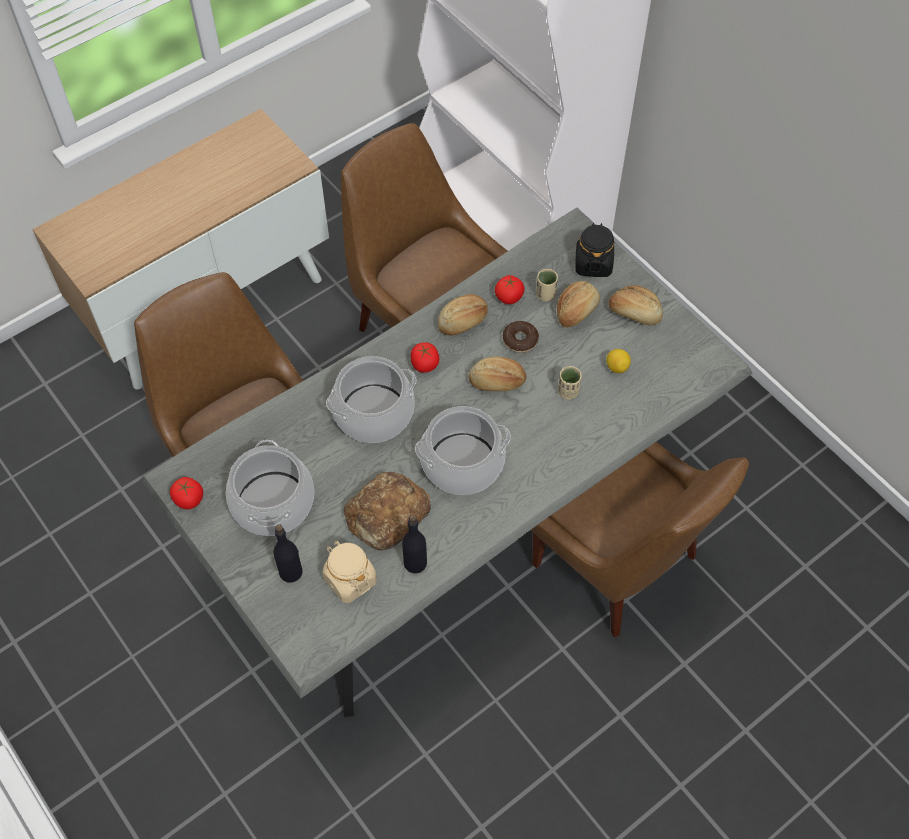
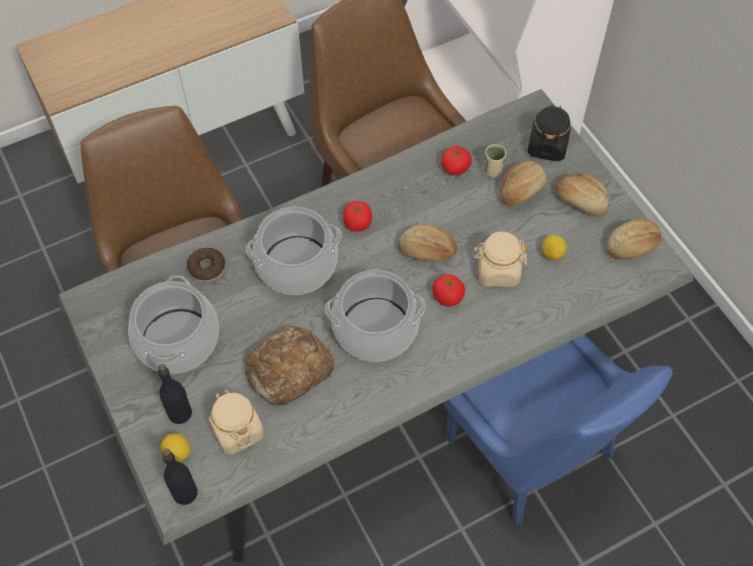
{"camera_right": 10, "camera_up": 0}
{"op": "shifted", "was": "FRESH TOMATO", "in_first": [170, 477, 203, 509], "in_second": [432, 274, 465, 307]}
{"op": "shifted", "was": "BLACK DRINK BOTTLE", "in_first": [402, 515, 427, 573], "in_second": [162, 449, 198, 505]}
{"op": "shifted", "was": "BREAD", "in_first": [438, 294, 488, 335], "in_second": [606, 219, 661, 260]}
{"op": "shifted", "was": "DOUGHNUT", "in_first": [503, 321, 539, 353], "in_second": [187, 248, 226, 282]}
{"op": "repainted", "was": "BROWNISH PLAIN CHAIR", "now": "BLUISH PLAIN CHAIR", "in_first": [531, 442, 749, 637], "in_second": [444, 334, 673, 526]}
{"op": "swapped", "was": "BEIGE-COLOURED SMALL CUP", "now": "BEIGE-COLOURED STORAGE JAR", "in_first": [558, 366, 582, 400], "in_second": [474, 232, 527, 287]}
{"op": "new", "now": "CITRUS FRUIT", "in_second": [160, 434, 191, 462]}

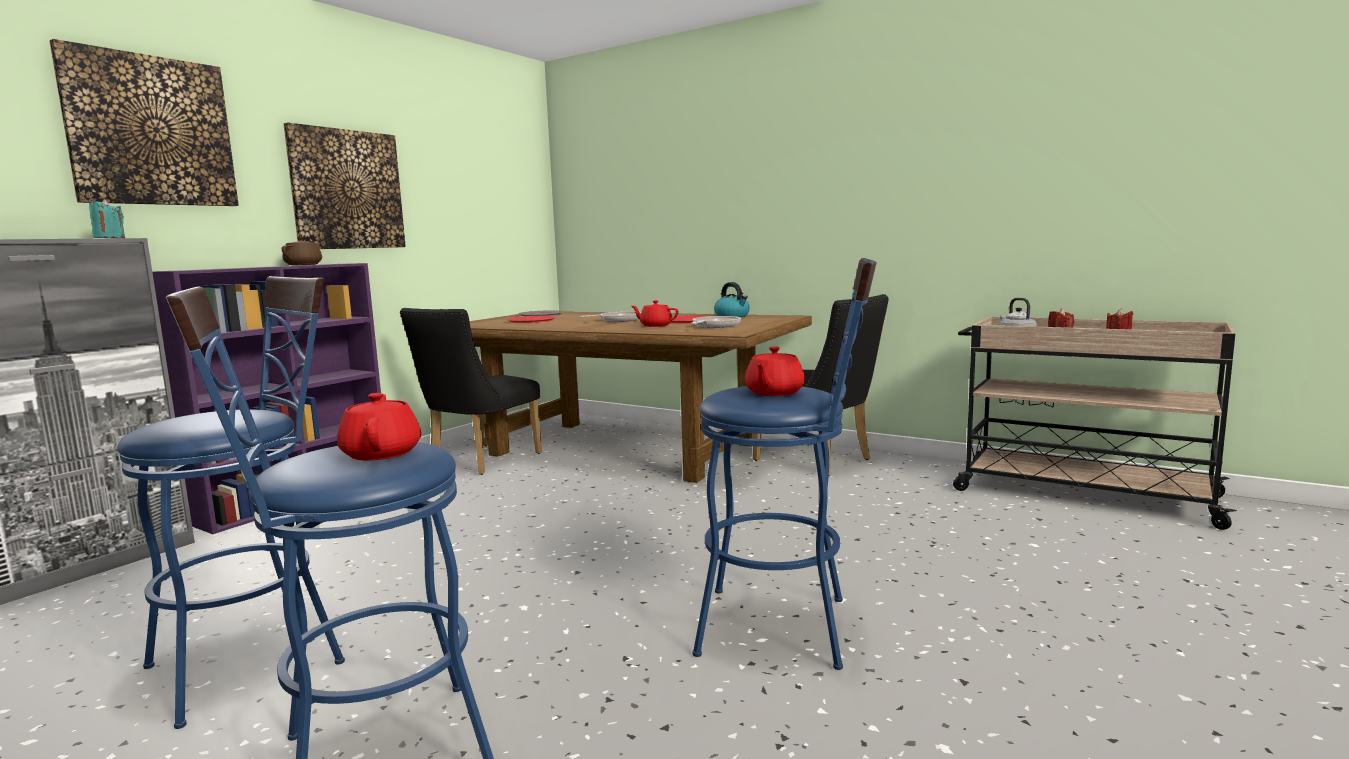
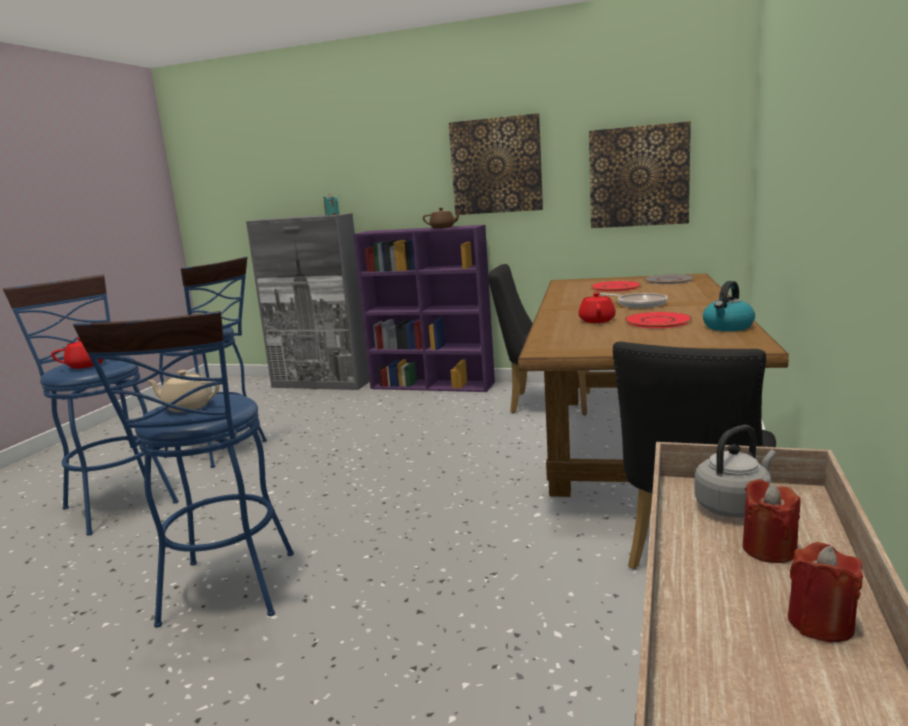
{"camera_right": 75, "camera_up": 5}
{"op": "shifted", "was": "PICTURE", "in_first": [49, 39, 239, 206], "in_second": [589, 121, 691, 228]}
{"op": "gone", "was": "PAN", "in_first": [691, 316, 741, 328]}
{"op": "repainted", "was": "REDDISH TEAPOT", "now": "BEIGE-COLOURED TEAPOT", "in_first": [745, 346, 805, 396], "in_second": [147, 370, 219, 412]}

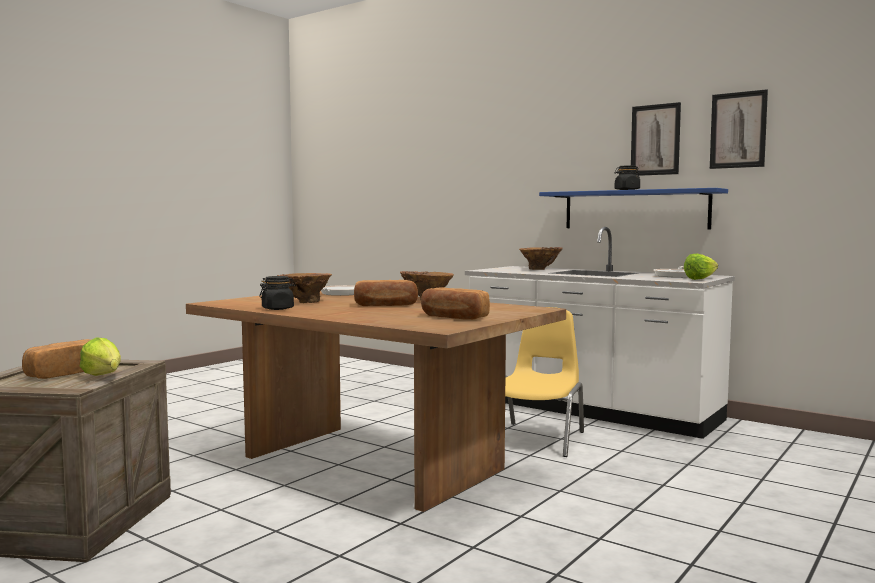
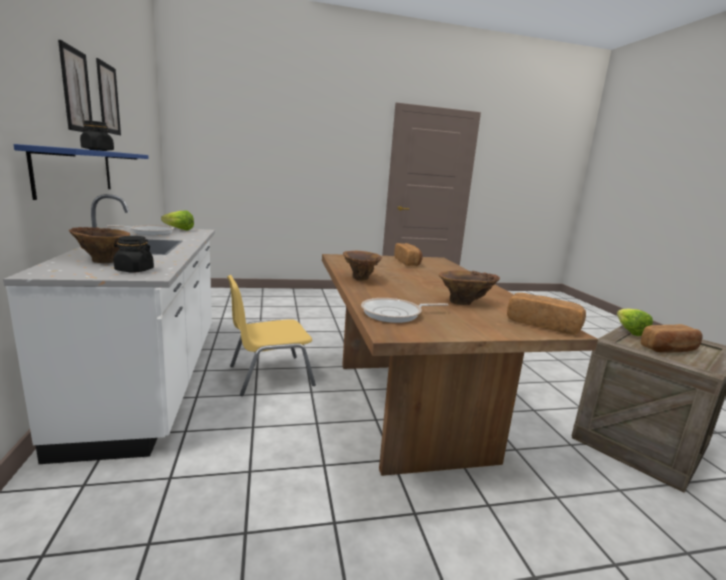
{"camera_right": -140, "camera_up": 10}
{"op": "shifted", "was": "BLACK STORAGE JAR", "in_first": [259, 276, 296, 310], "in_second": [114, 236, 154, 273]}
{"op": "shifted", "was": "BREAD", "in_first": [354, 280, 418, 306], "in_second": [507, 293, 586, 335]}

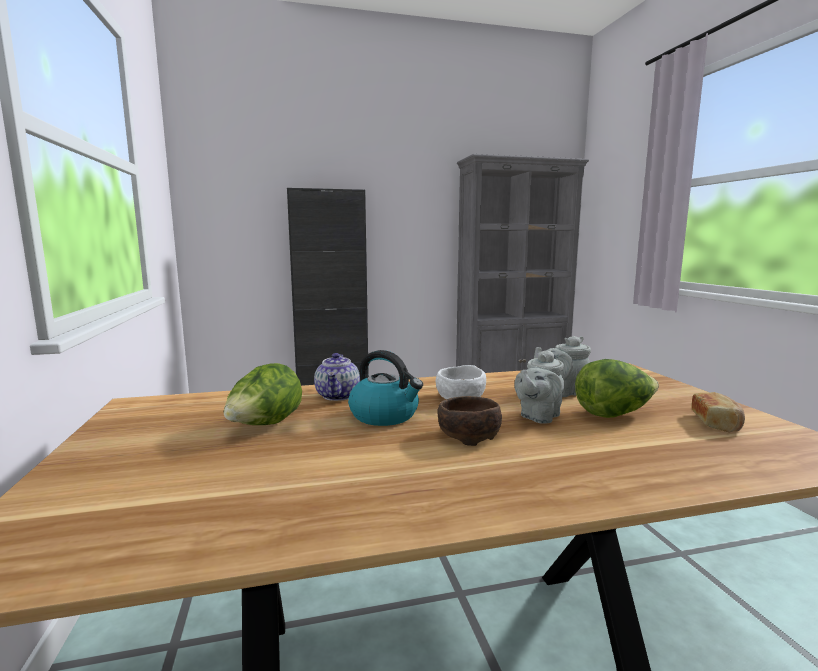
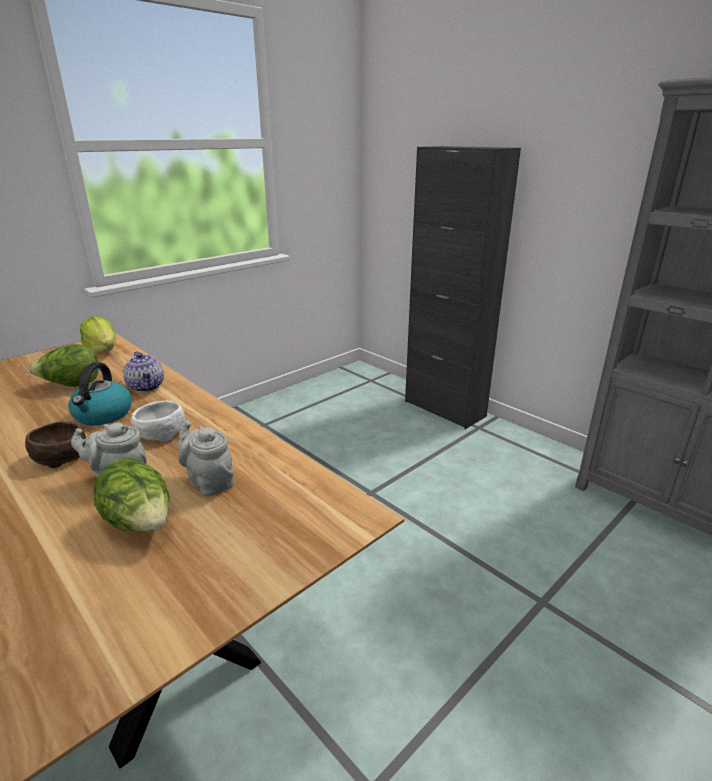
{"camera_right": 60, "camera_up": 15}
{"op": "rotated", "was": "TEAPOT", "in_first": [314, 353, 360, 401], "in_second": [123, 351, 164, 392], "clockwise": -90}
{"op": "gone", "was": "BREAD", "in_first": [691, 392, 745, 433]}
{"op": "new", "now": "LETTUCE HEAD", "in_second": [80, 316, 116, 354]}

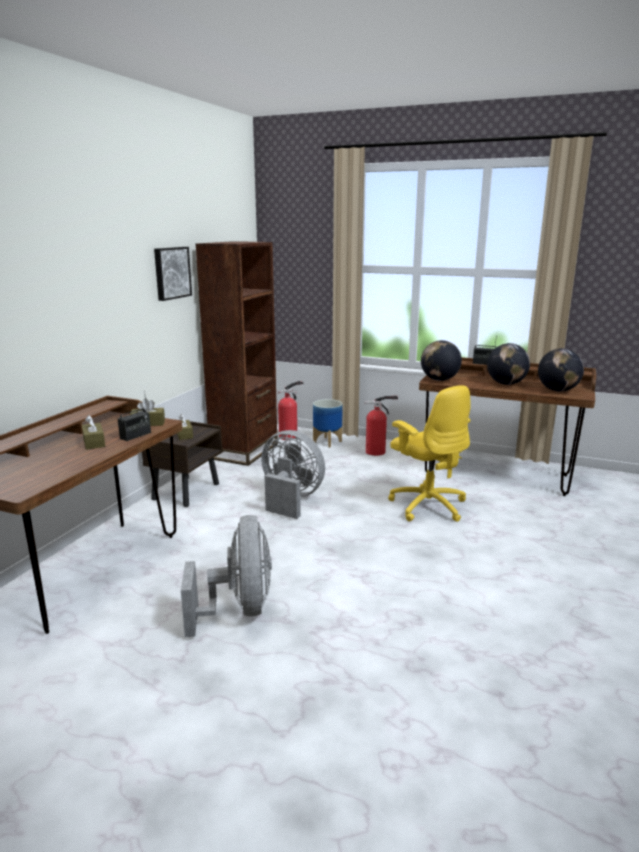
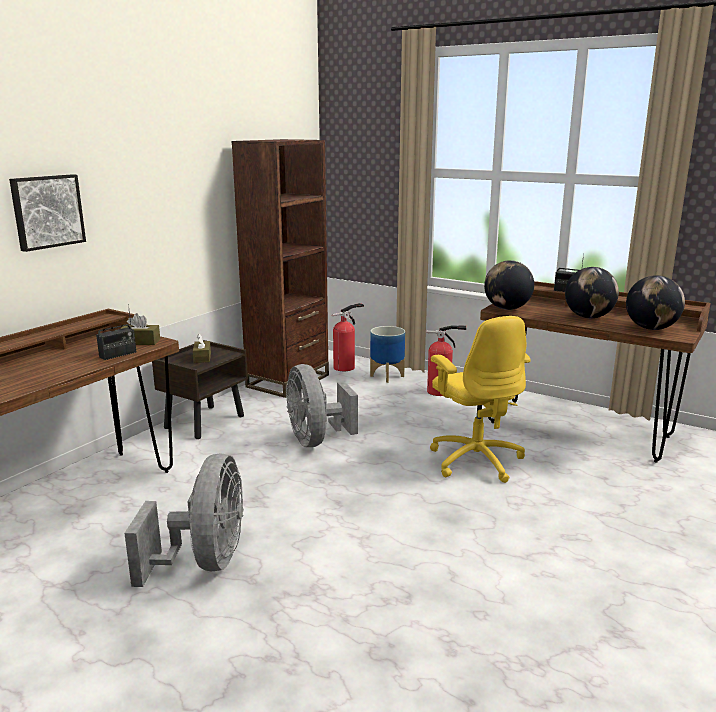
{"camera_right": 10, "camera_up": 0}
{"op": "gone", "was": "BROWNISH BOX OF TISSUES", "in_first": [82, 415, 105, 450]}
{"op": "shifted", "was": "PICTURE", "in_first": [154, 247, 192, 301], "in_second": [9, 174, 86, 252]}
{"op": "rotated", "was": "GREYISH ELECTRIC FAN", "in_first": [261, 430, 325, 519], "in_second": [286, 364, 358, 447], "clockwise": -150}

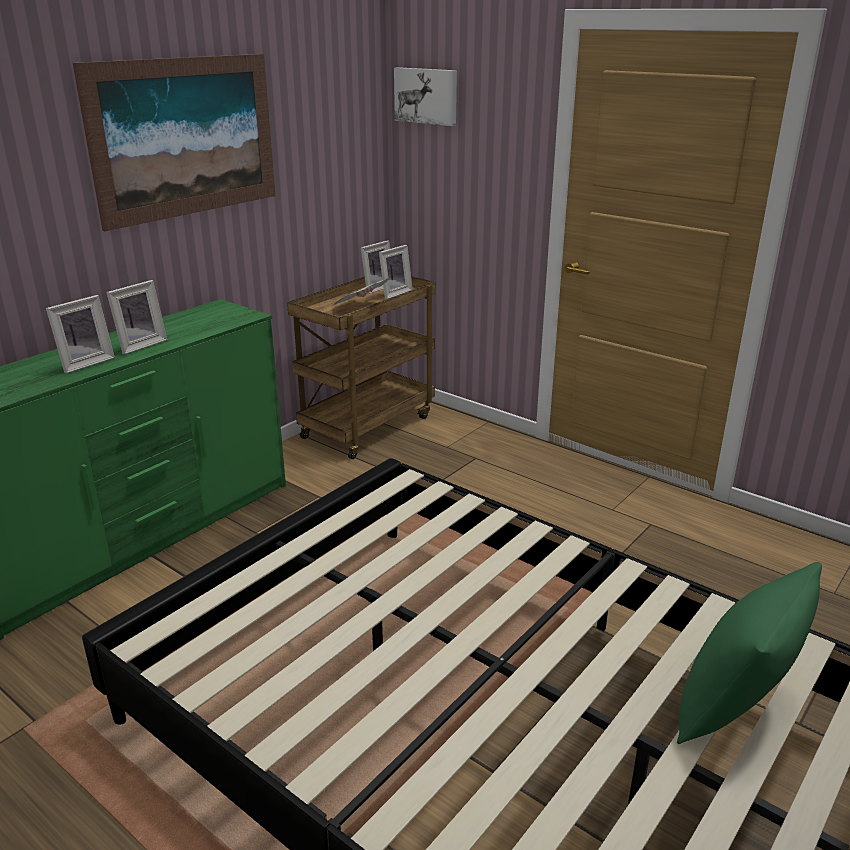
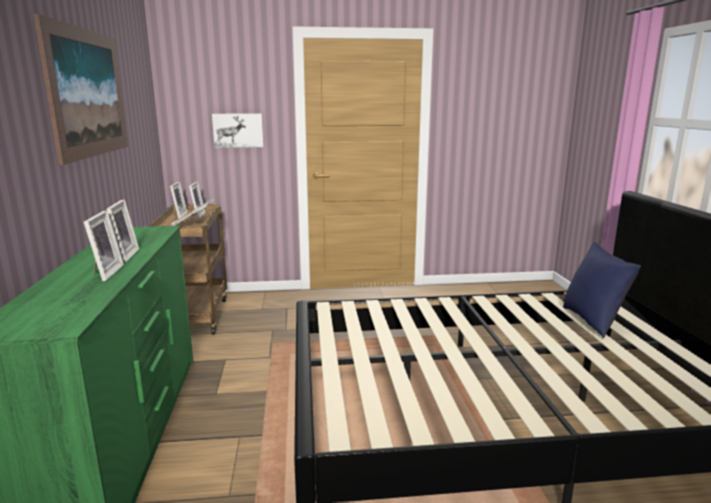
{"camera_right": -45, "camera_up": -10}
{"op": "shifted", "was": "PICTURE", "in_first": [394, 67, 457, 126], "in_second": [212, 114, 264, 148]}
{"op": "repainted", "was": "GREEN-COLOURED CUSHION", "now": "BLUISH CUSHION", "in_first": [677, 562, 822, 744], "in_second": [563, 242, 641, 339]}

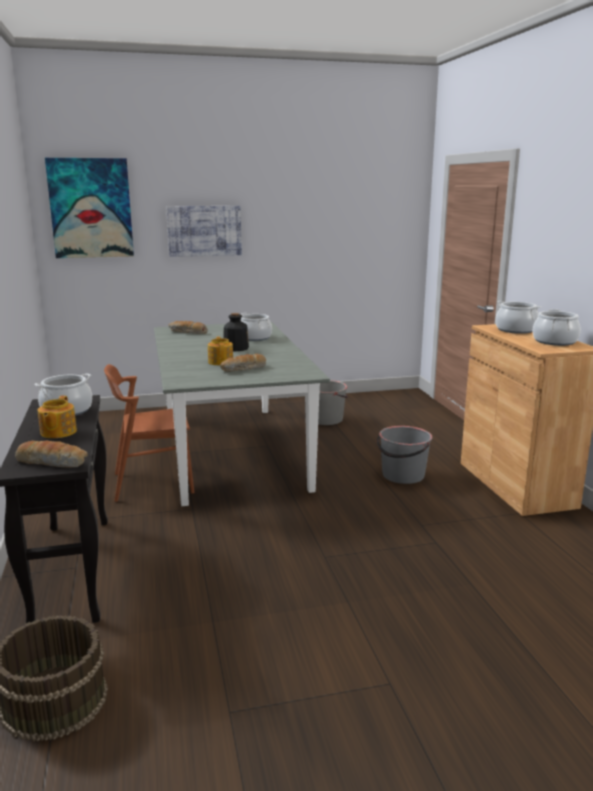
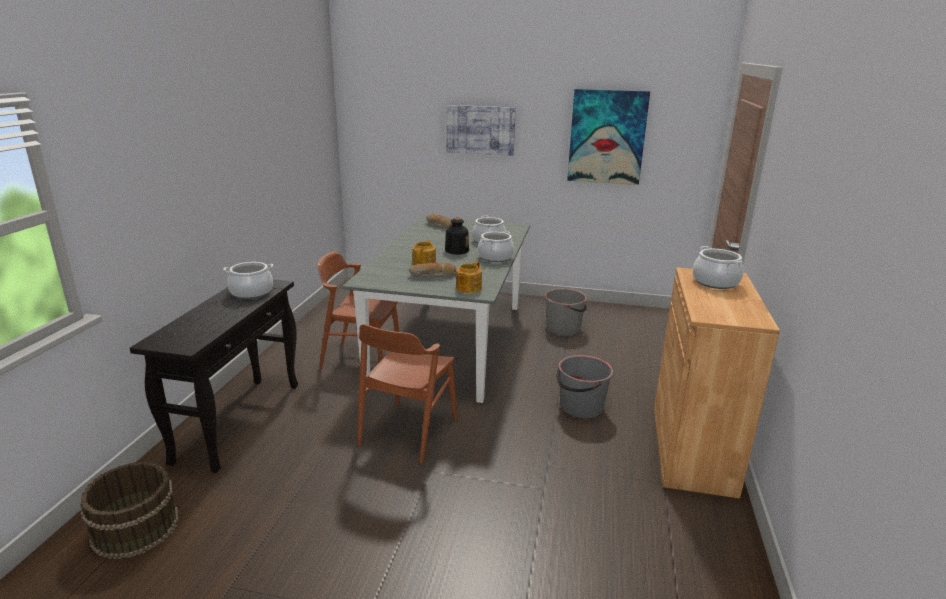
{"camera_right": 25, "camera_up": 5}
{"op": "gone", "was": "BREAD", "in_first": [15, 441, 88, 467]}
{"op": "shifted", "was": "TEAPOT", "in_first": [38, 396, 77, 438], "in_second": [456, 261, 482, 293]}
{"op": "shifted", "was": "PICTURE", "in_first": [45, 158, 134, 258], "in_second": [567, 89, 650, 185]}
{"op": "shifted", "was": "SAUCEPOT", "in_first": [533, 309, 581, 346], "in_second": [478, 231, 514, 262]}
{"op": "new", "now": "BROWNISH PLAIN CHAIR", "in_second": [358, 324, 457, 463]}

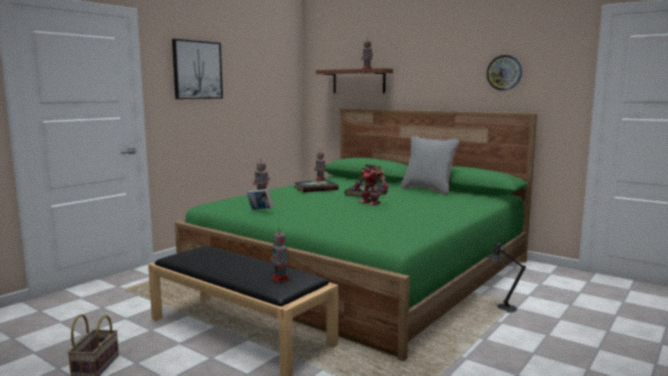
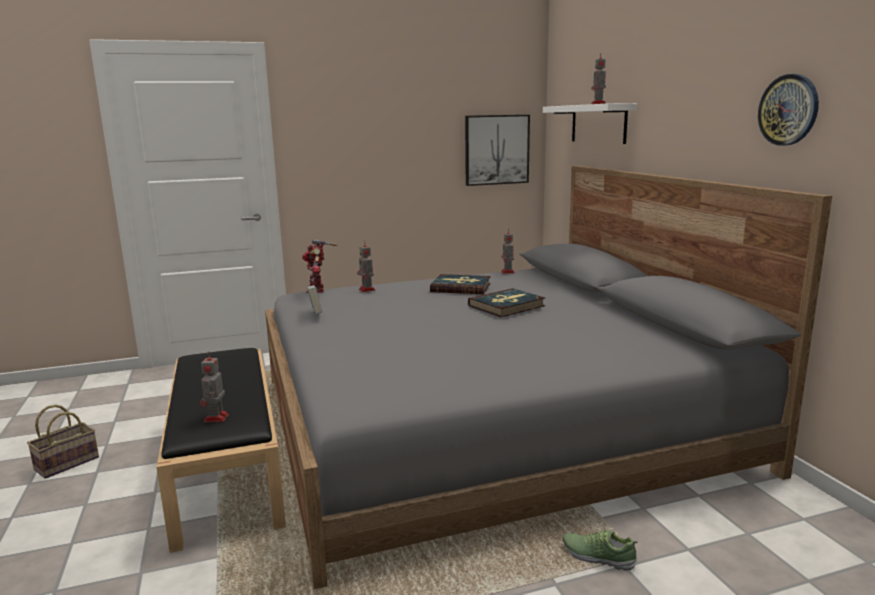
{"camera_right": 35, "camera_up": 5}
{"op": "shifted", "was": "PICTURE", "in_first": [172, 39, 223, 99], "in_second": [465, 115, 530, 186]}
{"op": "repainted", "was": "GREEN-COLOURED BEDROOM BED", "now": "GREYISH BEDROOM BED", "in_first": [175, 108, 537, 361], "in_second": [265, 166, 832, 589]}
{"op": "repainted", "was": "BROWNISH BRACKET SHELF", "now": "WHITE BRACKET SHELF", "in_first": [316, 68, 393, 93], "in_second": [543, 103, 637, 144]}
{"op": "shifted", "was": "ROBOT FIGURE", "in_first": [354, 164, 389, 205], "in_second": [302, 240, 337, 293]}
{"op": "gone", "was": "GREYISH CUSHION", "in_first": [401, 135, 459, 195]}
{"op": "swapped", "was": "BLACK LAMP FOR A TABLE", "now": "LOW SHOE", "in_first": [486, 239, 526, 313], "in_second": [563, 529, 638, 571]}

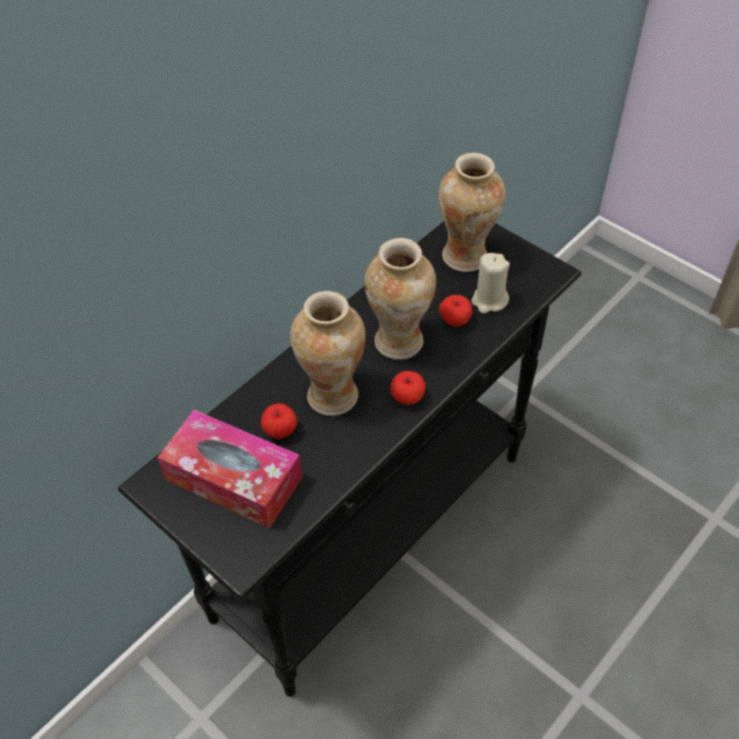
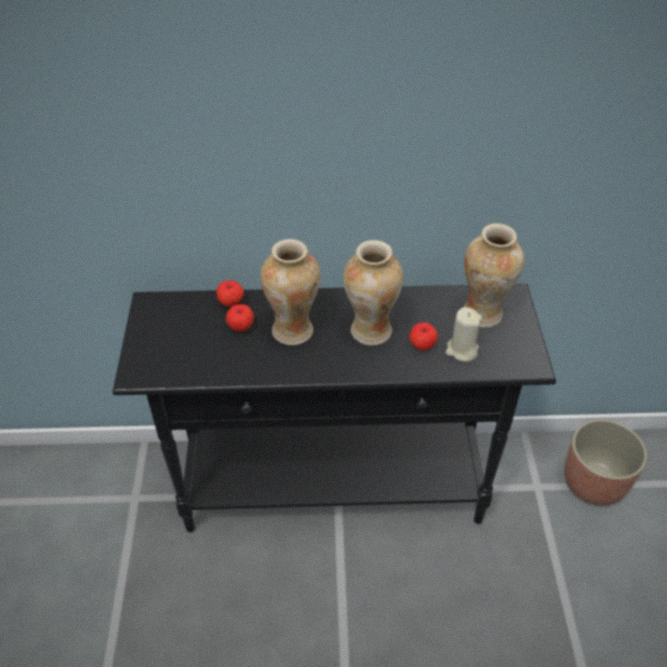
{"camera_right": 45, "camera_up": -5}
{"op": "gone", "was": "BOX OF TISSUES", "in_first": [157, 410, 302, 528]}
{"op": "shifted", "was": "APPLE", "in_first": [390, 371, 426, 405], "in_second": [216, 280, 244, 307]}
{"op": "new", "now": "PLANTER", "in_second": [564, 419, 647, 506]}

